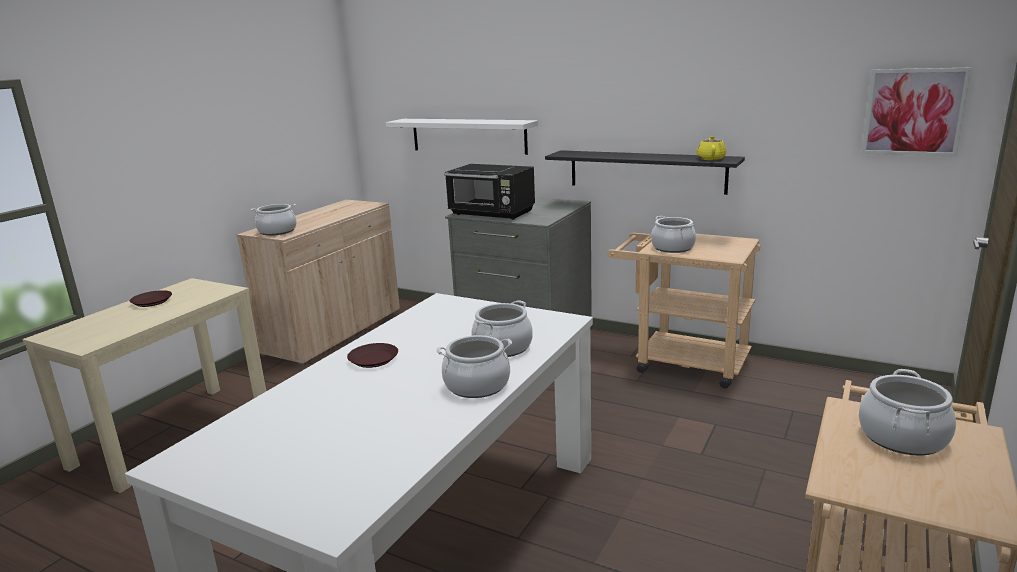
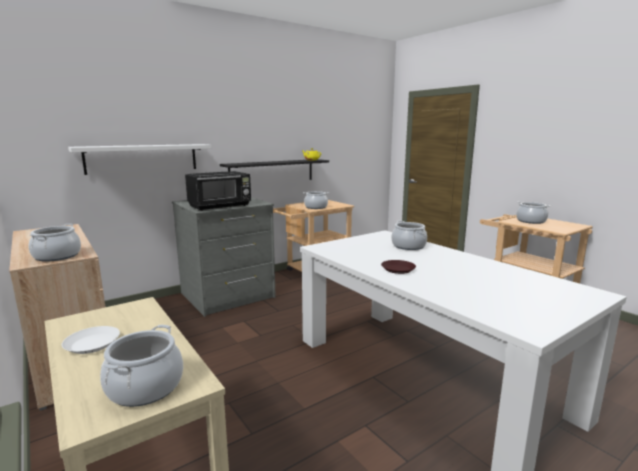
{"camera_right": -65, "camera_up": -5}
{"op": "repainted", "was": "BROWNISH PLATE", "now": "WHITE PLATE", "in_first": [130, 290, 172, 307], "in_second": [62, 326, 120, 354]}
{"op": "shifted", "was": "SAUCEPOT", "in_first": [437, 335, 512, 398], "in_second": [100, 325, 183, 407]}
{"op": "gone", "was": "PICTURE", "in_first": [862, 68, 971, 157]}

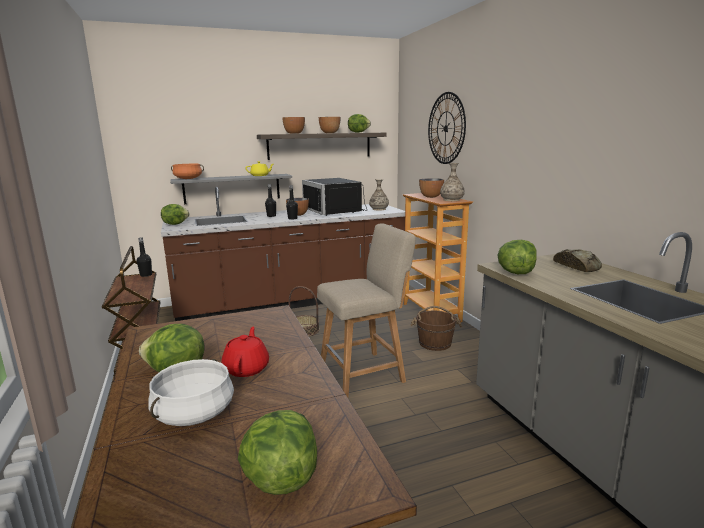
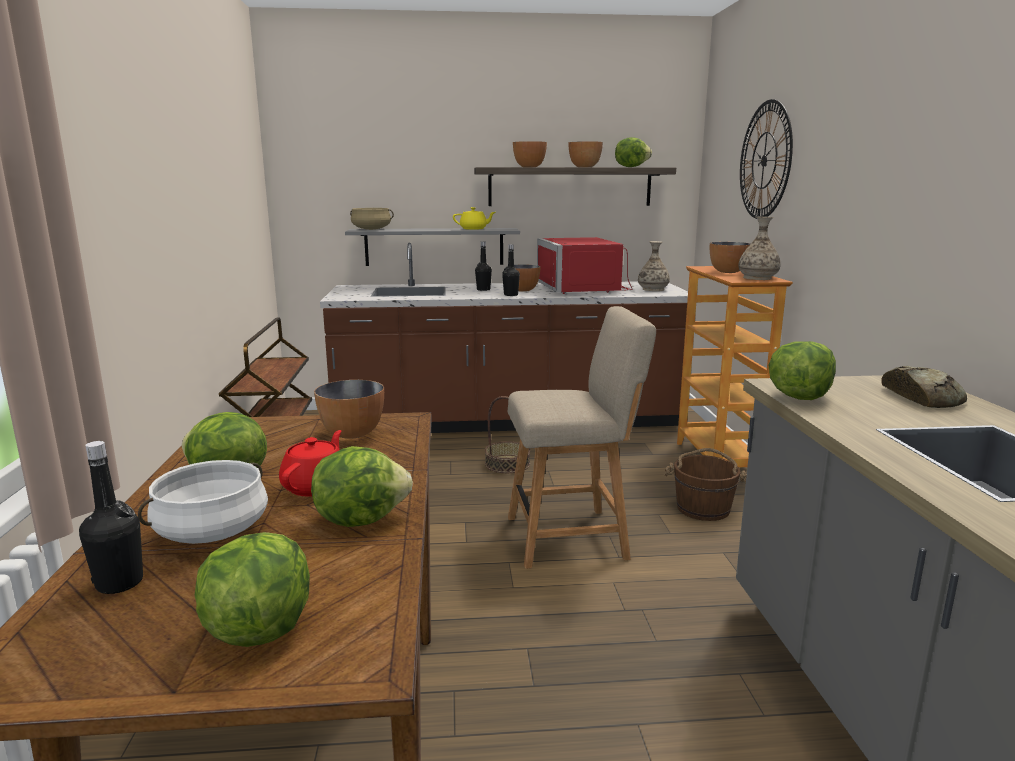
{"camera_right": 15, "camera_up": 0}
{"op": "shifted", "was": "BLACK DRINK BOTTLE", "in_first": [137, 237, 152, 277], "in_second": [79, 441, 143, 594]}
{"op": "shifted", "was": "LETTUCE HEAD", "in_first": [161, 204, 189, 225], "in_second": [311, 446, 413, 527]}
{"op": "repainted", "was": "ORANGE SAUCEPOT", "now": "BEIGE-COLOURED SAUCEPOT", "in_first": [171, 164, 204, 179], "in_second": [350, 208, 394, 230]}
{"op": "repainted", "was": "BLACK KITCHEN MICROWAVE", "now": "REDDISH KITCHEN MICROWAVE", "in_first": [302, 178, 367, 216], "in_second": [537, 237, 633, 294]}
{"op": "new", "now": "SERVING BOWL", "in_second": [314, 380, 384, 439]}

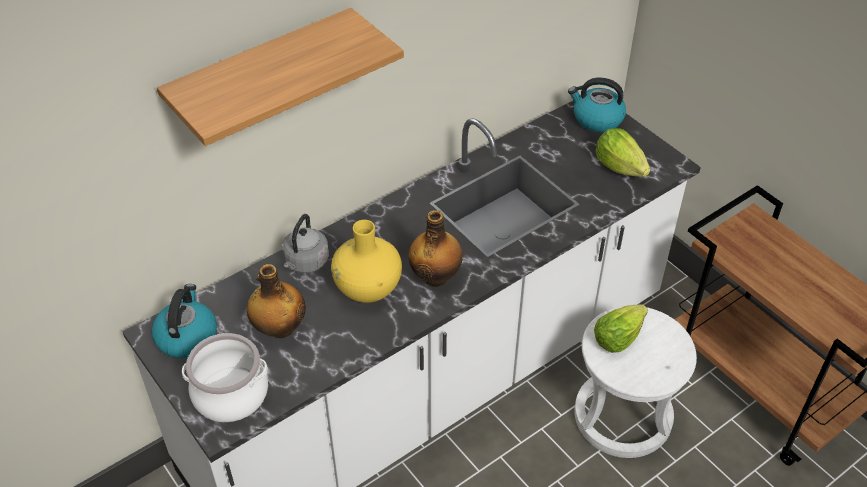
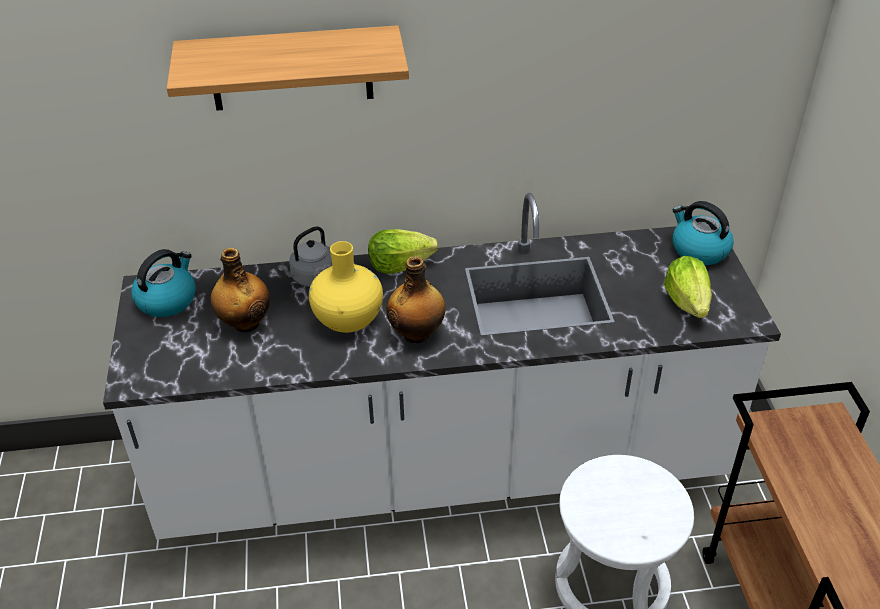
{"camera_right": 30, "camera_up": -5}
{"op": "gone", "was": "SAUCEPOT", "in_first": [182, 333, 268, 422]}
{"op": "shifted", "was": "LETTUCE HEAD", "in_first": [594, 304, 648, 353], "in_second": [368, 229, 438, 274]}

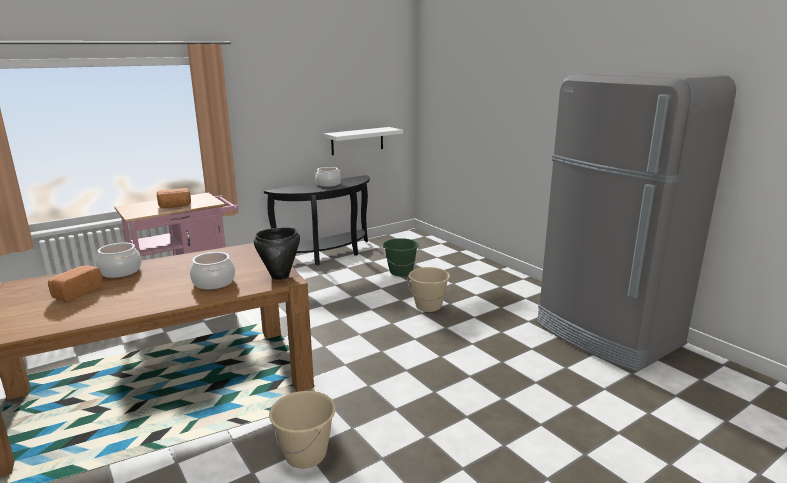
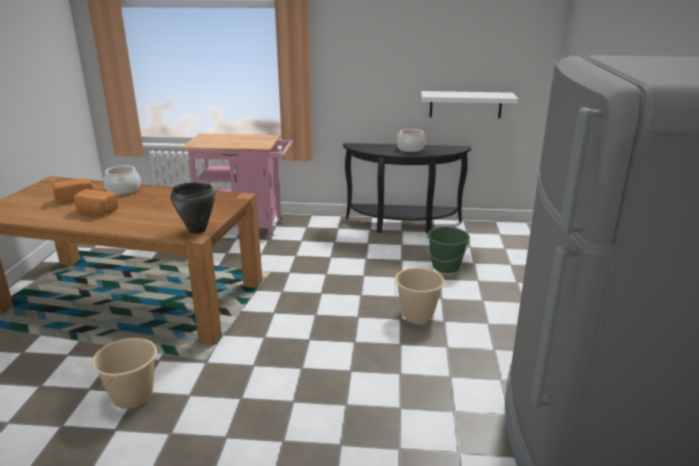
{"camera_right": 40, "camera_up": 5}
{"op": "shifted", "was": "BREAD", "in_first": [157, 188, 191, 208], "in_second": [74, 189, 118, 214]}
{"op": "gone", "was": "SAUCEPOT", "in_first": [190, 252, 235, 289]}

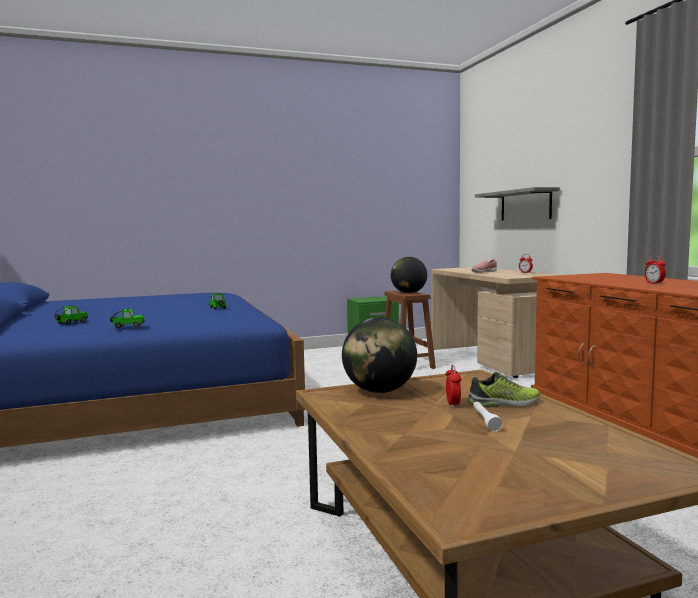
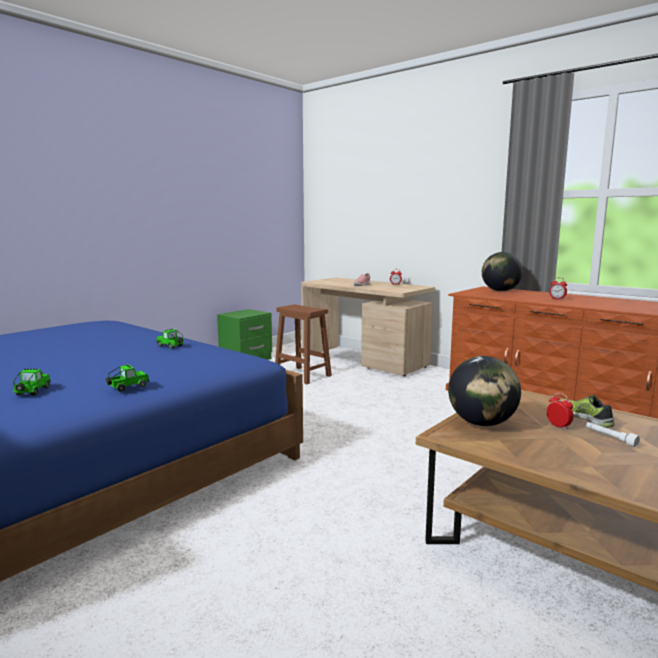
{"camera_right": -30, "camera_up": 5}
{"op": "shifted", "was": "WORLD GLOBE", "in_first": [391, 257, 427, 293], "in_second": [482, 252, 523, 291]}
{"op": "rotated", "was": "LOW SHOE", "in_first": [468, 372, 540, 407], "in_second": [562, 395, 615, 428], "clockwise": -75}
{"op": "gone", "was": "GREYISH BRACKET SHELF", "in_first": [475, 187, 560, 221]}

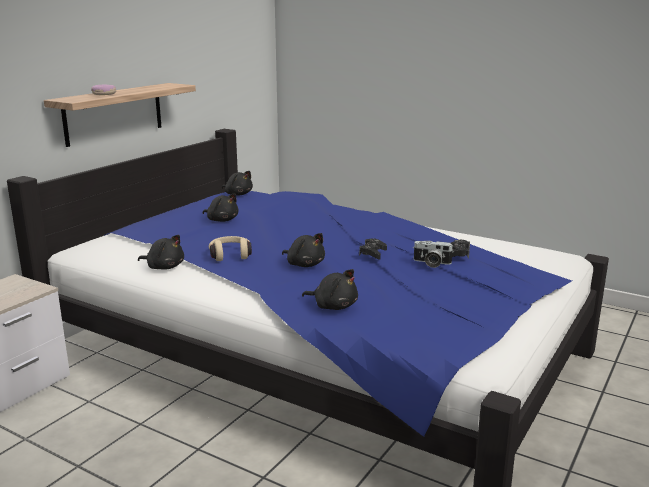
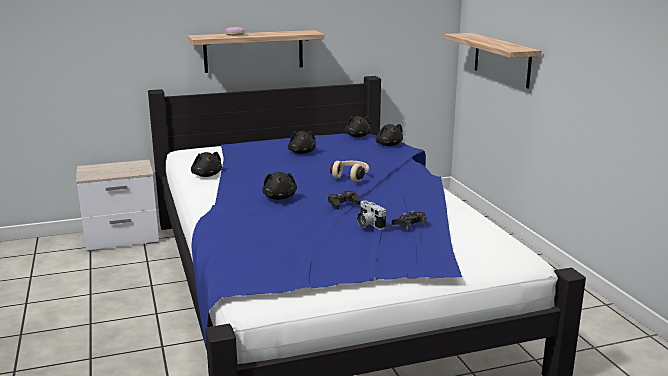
{"camera_right": 40, "camera_up": 0}
{"op": "shifted", "was": "BEIGE-COLOURED HEADSET", "in_first": [209, 236, 252, 261], "in_second": [330, 161, 369, 182]}
{"op": "shifted", "was": "BLACK PLUSH TOY", "in_first": [302, 269, 358, 310], "in_second": [376, 124, 403, 146]}
{"op": "new", "now": "BRACKET SHELF", "in_second": [444, 33, 541, 89]}

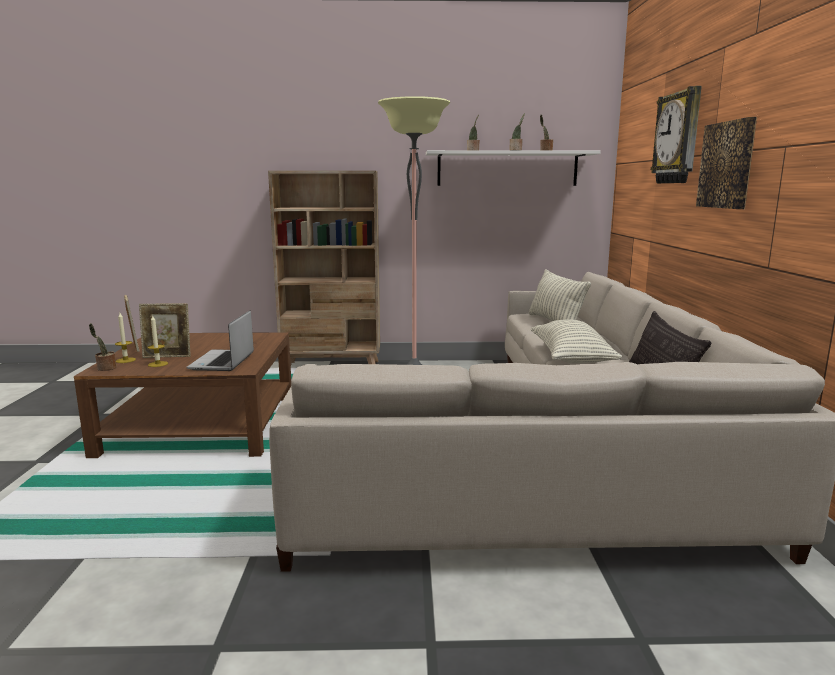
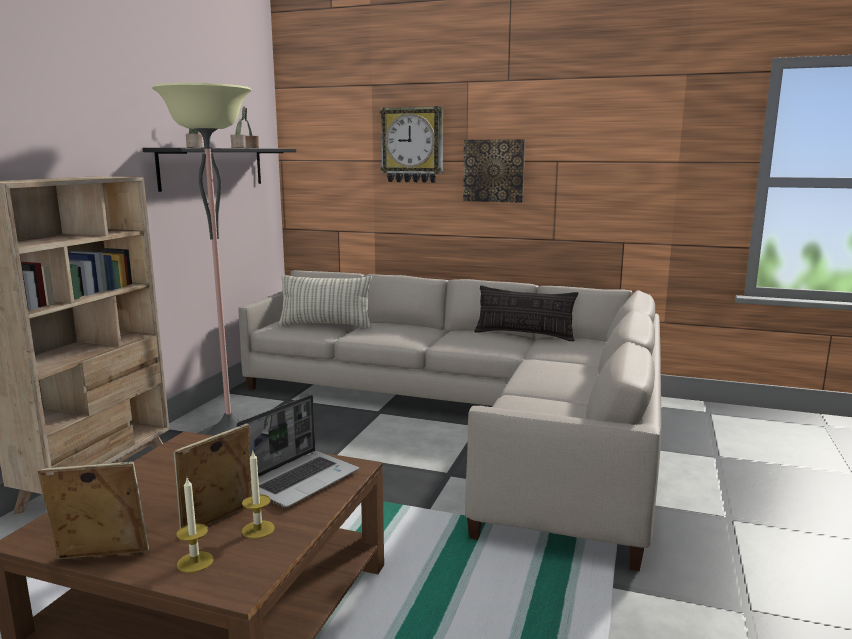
{"camera_right": -70, "camera_up": 0}
{"op": "gone", "was": "POTTED PLANT", "in_first": [89, 323, 116, 371]}
{"op": "rotated", "was": "STANDING FRAME", "in_first": [139, 304, 191, 358], "in_second": [173, 424, 252, 529], "clockwise": -150}
{"op": "rotated", "was": "NOTEBOOK COMPUTER", "in_first": [186, 310, 254, 371], "in_second": [236, 395, 359, 507], "clockwise": -75}
{"op": "repainted", "was": "WHITE BRACKET SHELF", "now": "BLACK BRACKET SHELF", "in_first": [426, 150, 601, 186], "in_second": [143, 148, 296, 192]}
{"op": "gone", "was": "CUSHION", "in_first": [531, 320, 622, 363]}

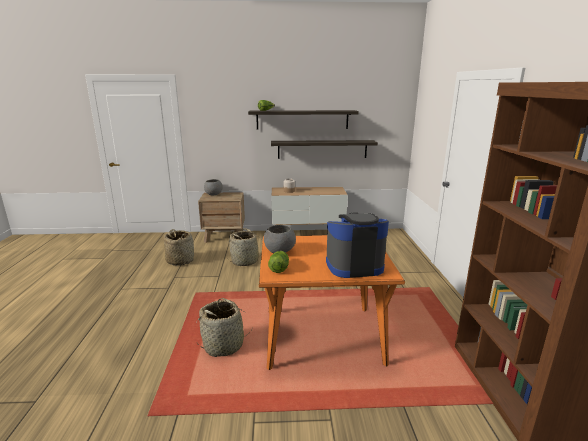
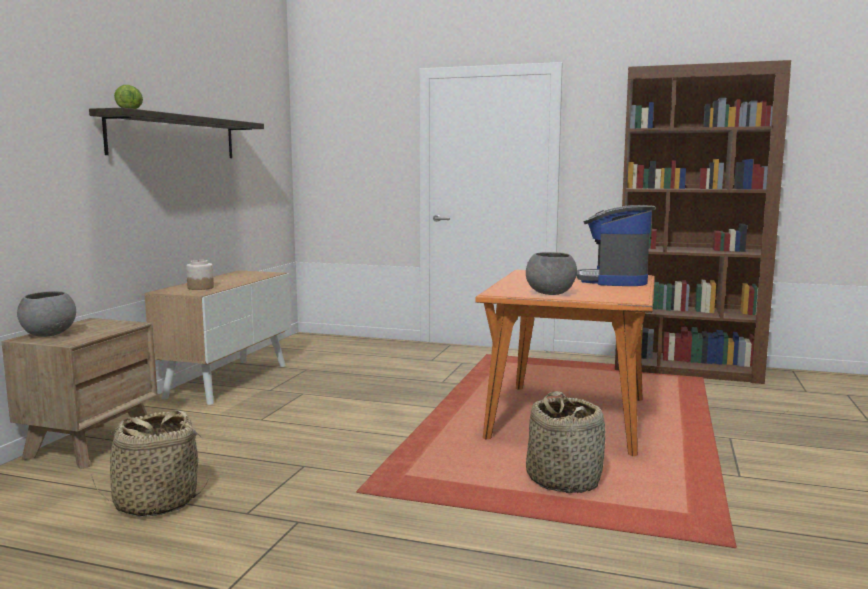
{"camera_right": -70, "camera_up": -10}
{"op": "gone", "was": "STORAGE BASKET", "in_first": [228, 228, 261, 266]}
{"op": "gone", "was": "LETTUCE HEAD", "in_first": [268, 251, 289, 273]}
{"op": "gone", "was": "BRACKET SHELF", "in_first": [271, 140, 378, 159]}

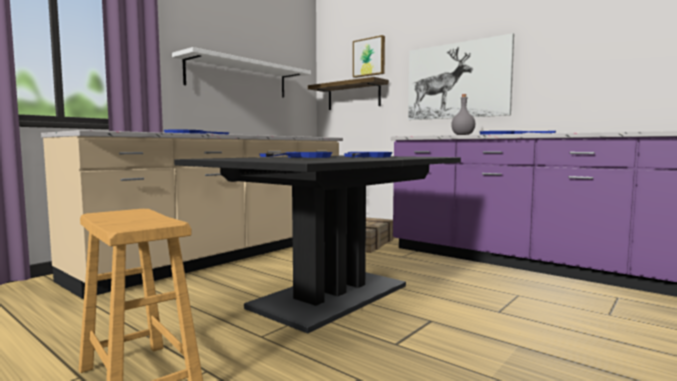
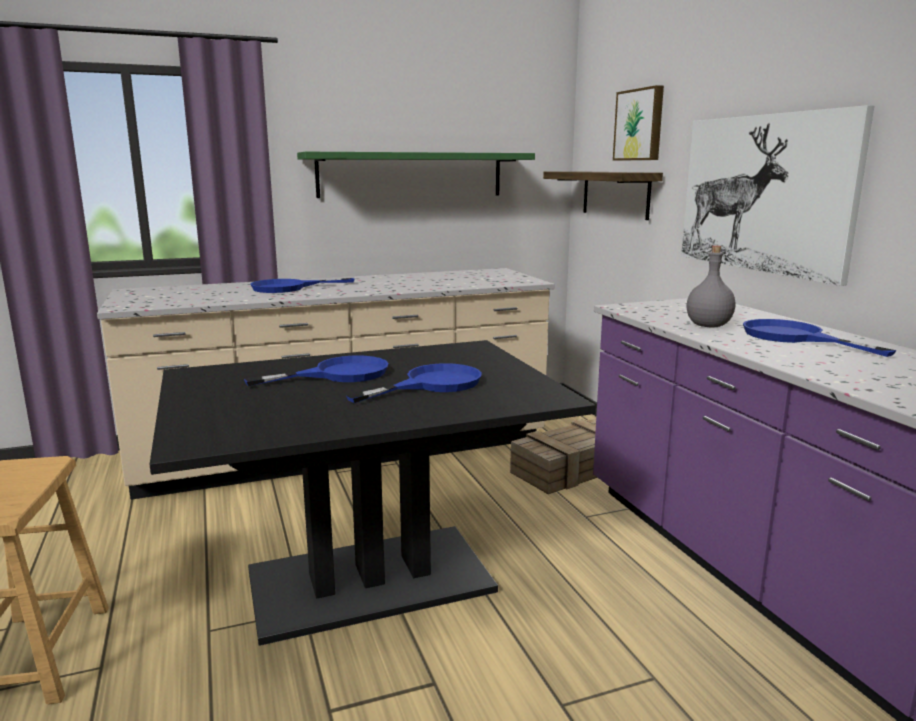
{"camera_right": 30, "camera_up": 10}
{"op": "repainted", "was": "WHITE BRACKET SHELF", "now": "GREEN-COLOURED BRACKET SHELF", "in_first": [172, 47, 311, 98], "in_second": [297, 152, 535, 198]}

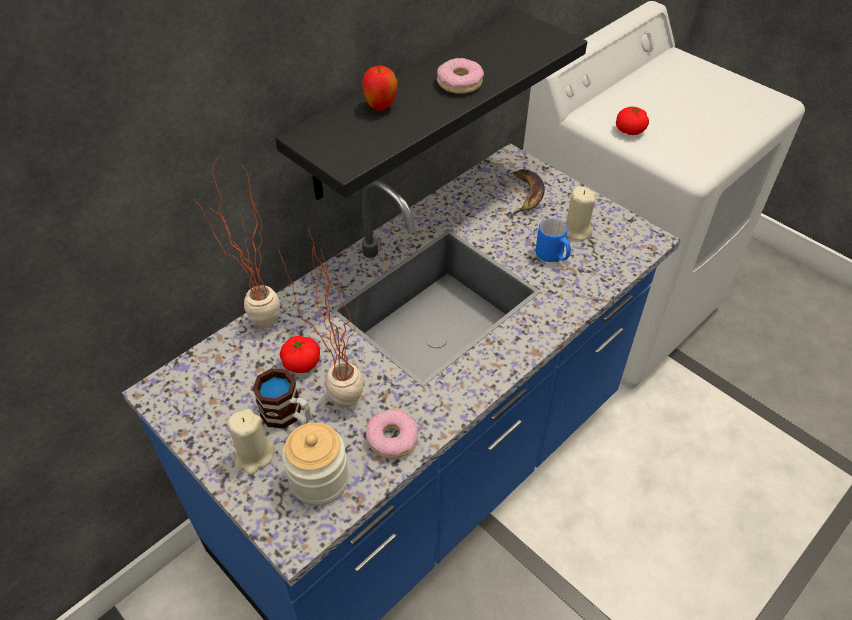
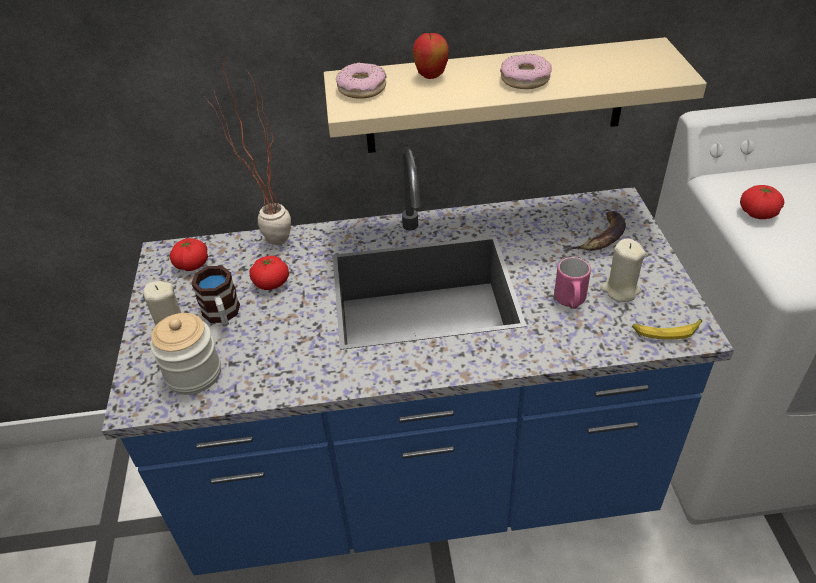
{"camera_right": 40, "camera_up": -5}
{"op": "repainted", "was": "BLACK BRACKET SHELF", "now": "BEIGE-COLOURED BRACKET SHELF", "in_first": [275, 10, 587, 200], "in_second": [324, 37, 707, 153]}
{"op": "gone", "was": "POTTED PLANT", "in_first": [279, 226, 364, 407]}
{"op": "shifted", "was": "DOUGHNUT", "in_first": [366, 409, 418, 459], "in_second": [336, 63, 386, 99]}
{"op": "repainted", "was": "BLUISH COFFEE MUG", "now": "PINK COFFEE MUG", "in_first": [535, 218, 571, 262], "in_second": [554, 257, 591, 309]}
{"op": "new", "now": "FRESH TOMATO", "in_second": [170, 238, 208, 271]}
{"op": "new", "now": "BANANA", "in_second": [632, 319, 702, 340]}

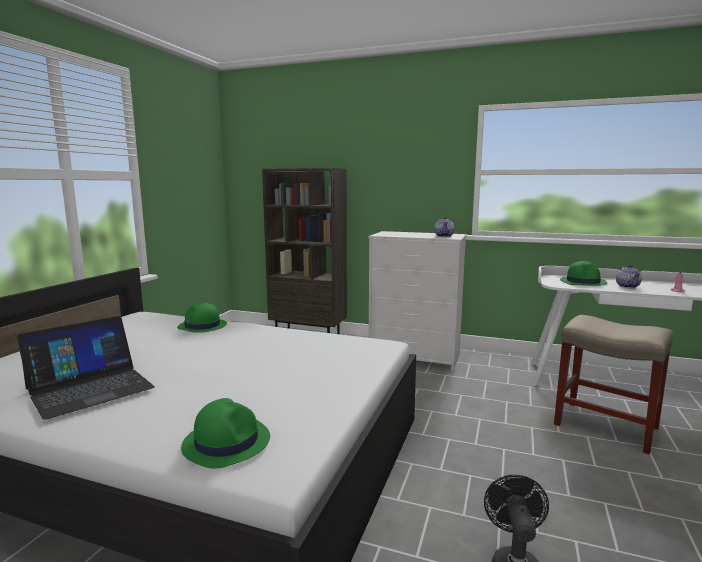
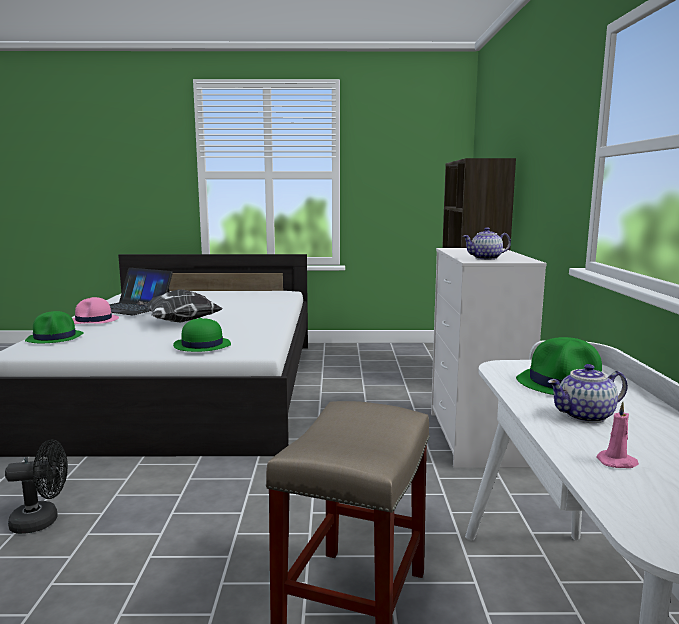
{"camera_right": 70, "camera_up": 0}
{"op": "shifted", "was": "GREEN-COLOURED HAT", "in_first": [177, 303, 227, 333], "in_second": [173, 318, 231, 352]}
{"op": "new", "now": "PINK HAT", "in_second": [72, 297, 119, 324]}
{"op": "new", "now": "CUSHION", "in_second": [137, 289, 223, 323]}

